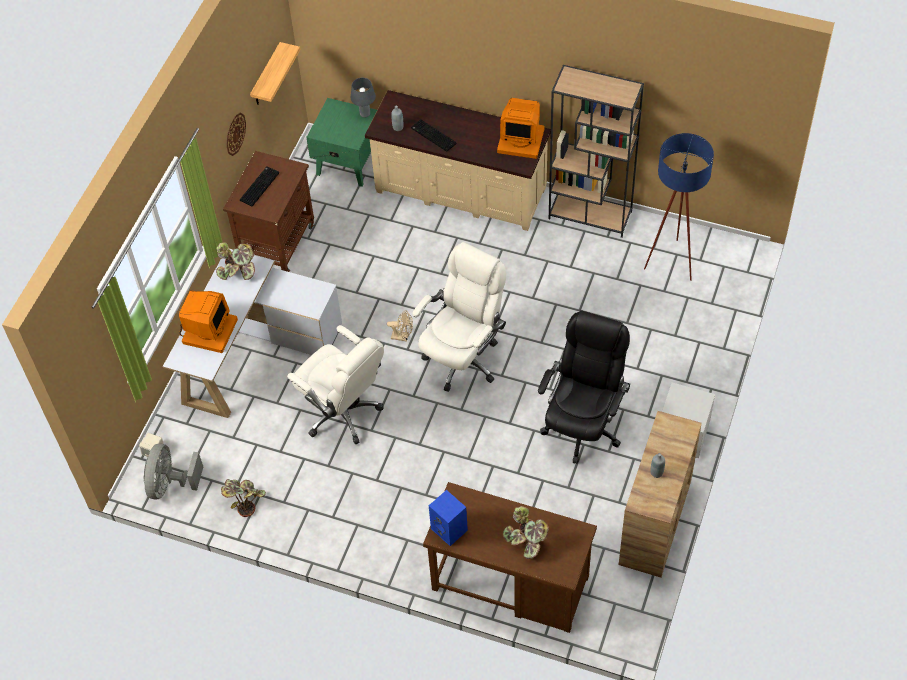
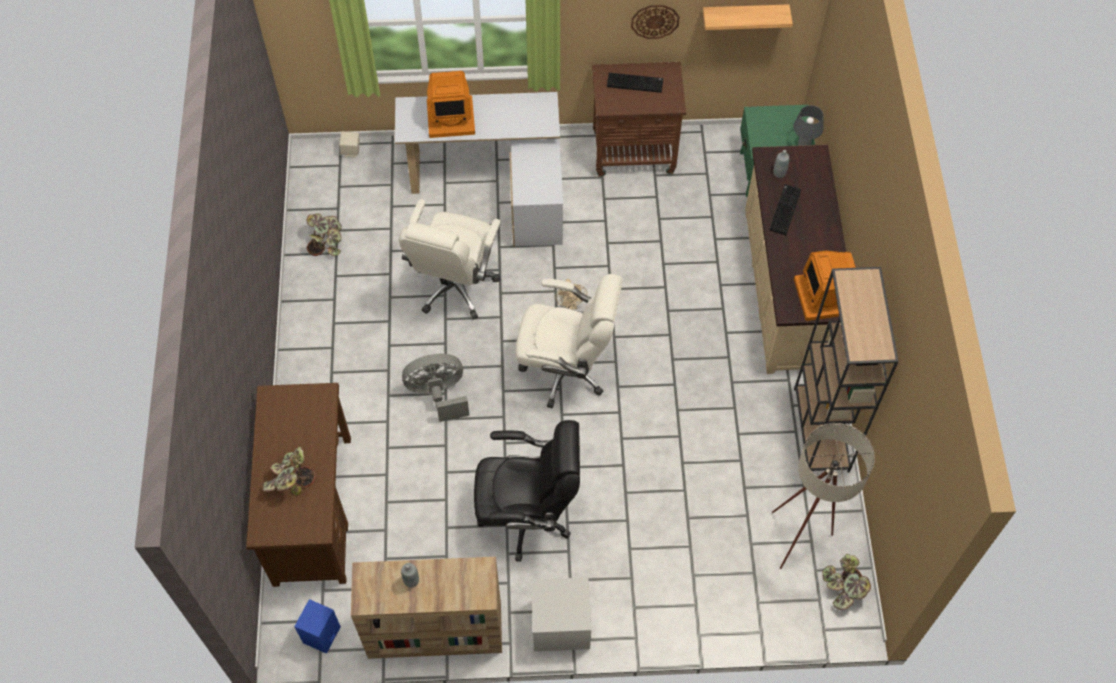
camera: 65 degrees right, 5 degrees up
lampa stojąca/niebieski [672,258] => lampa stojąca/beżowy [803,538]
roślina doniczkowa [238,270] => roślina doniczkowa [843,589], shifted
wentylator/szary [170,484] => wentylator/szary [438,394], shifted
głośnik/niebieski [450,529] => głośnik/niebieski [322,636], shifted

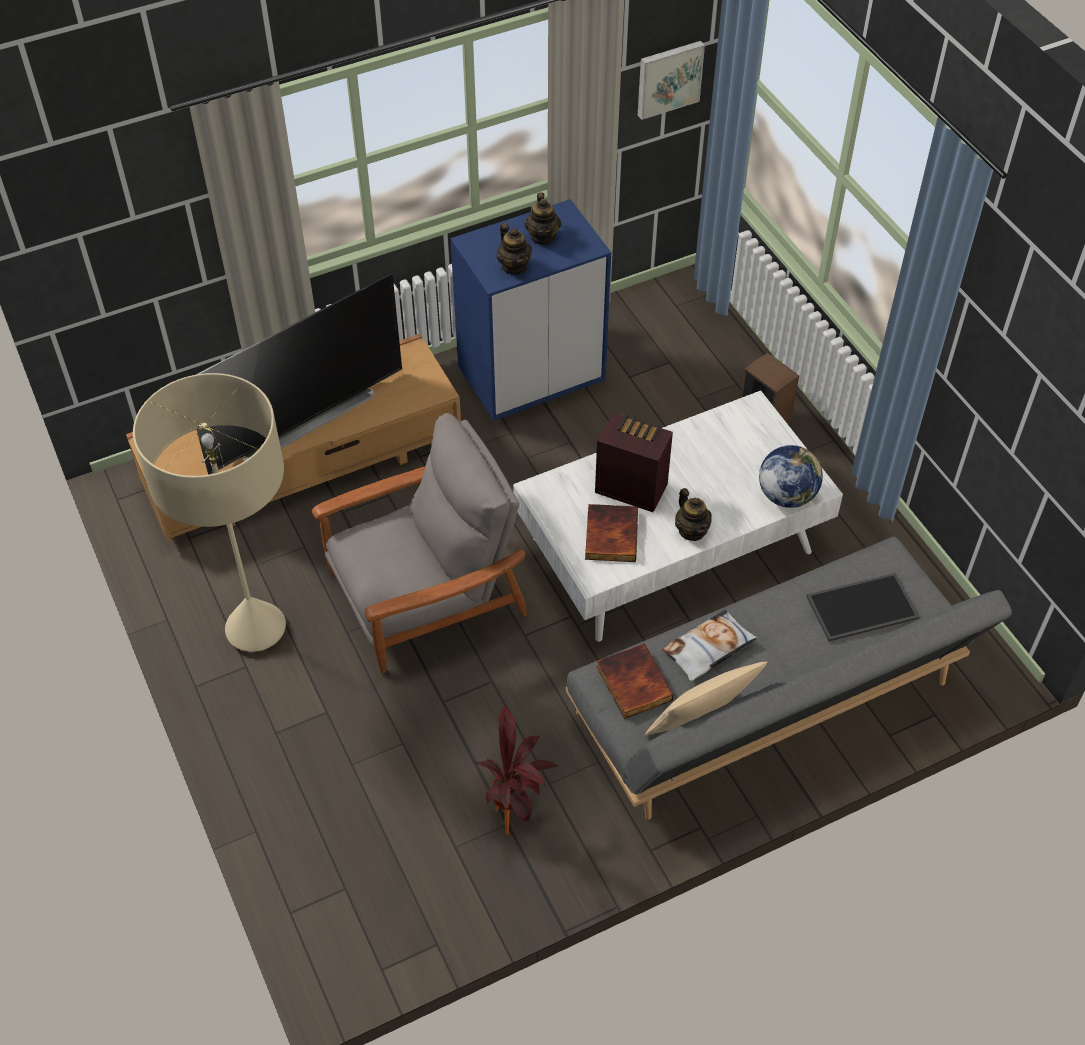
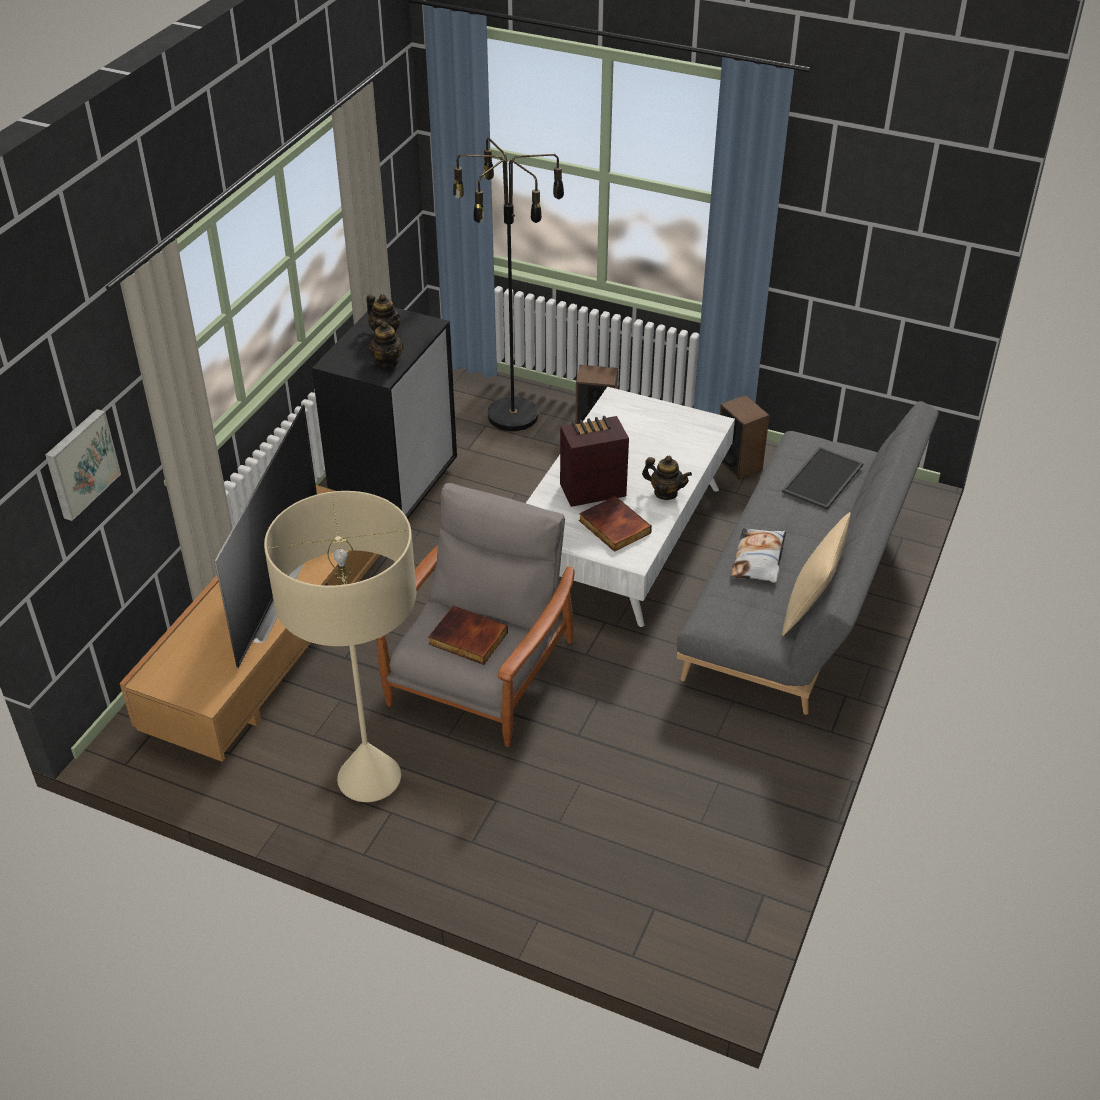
camera: 40 degrees left, 10 degrees down
obraz [668,78] => obraz [80,463], shifted
szafka/niebieski [532,380] => szafka/czarny [395,488]
imbryk [514,266] => imbryk [387,362], 45 degrees clockwise
globus [786,495] => nothing
książka [632,683] => książka [467,639], shifted
roślina doniczkowa [516,813] => nothing
nothing => lampa stojąca [511,416]
nothing => głośnik [739,464]

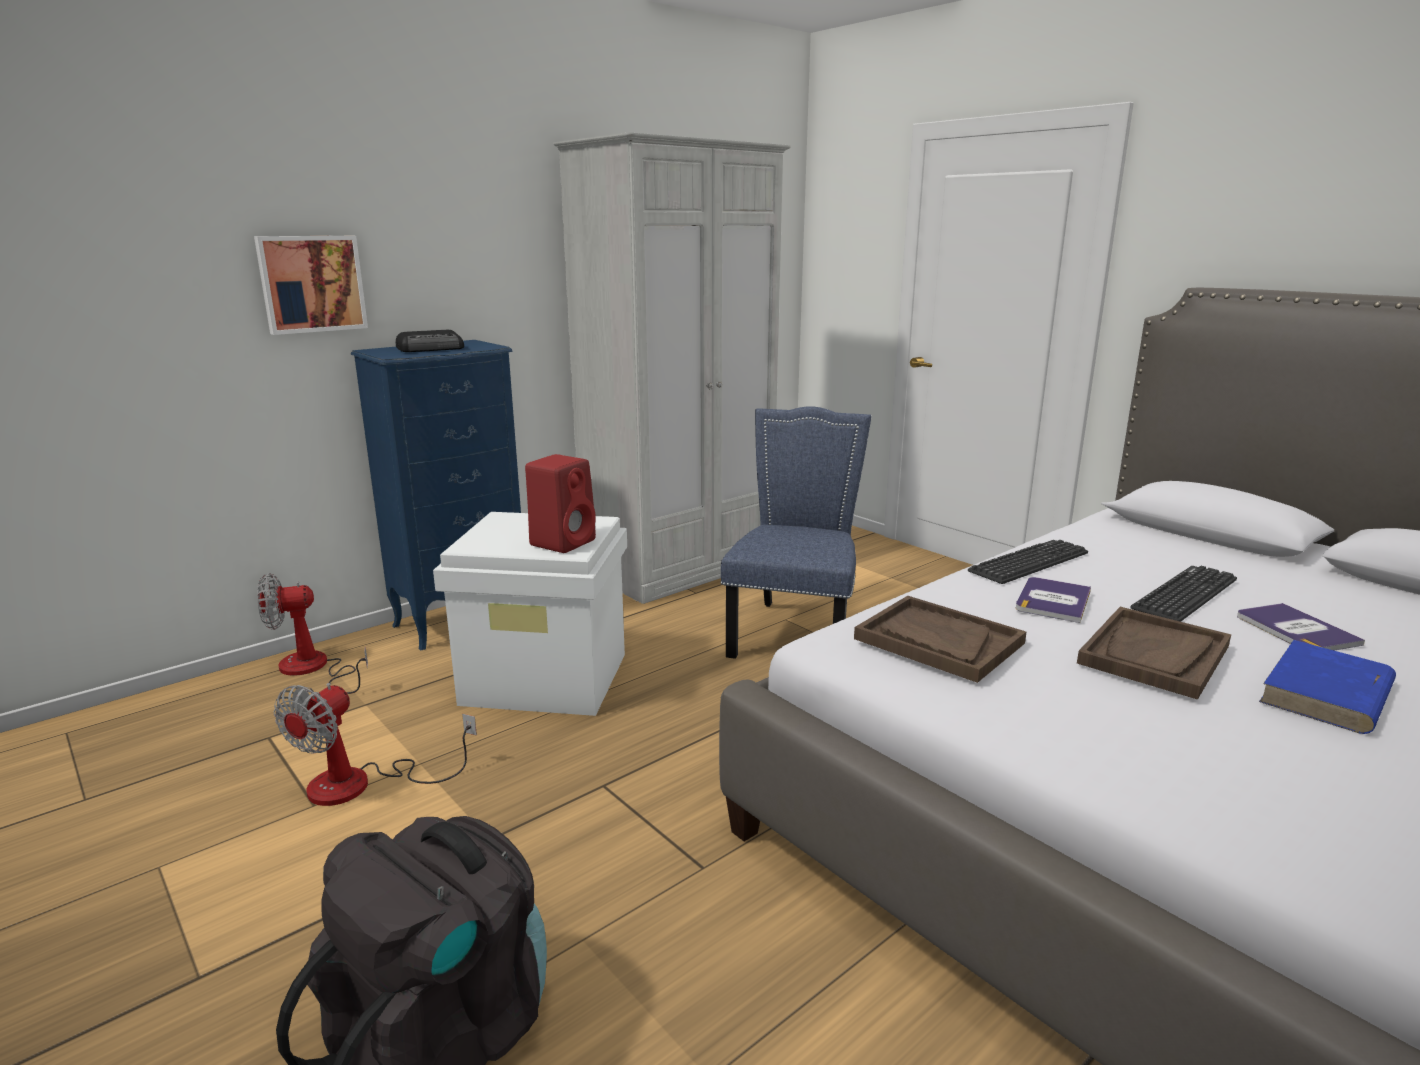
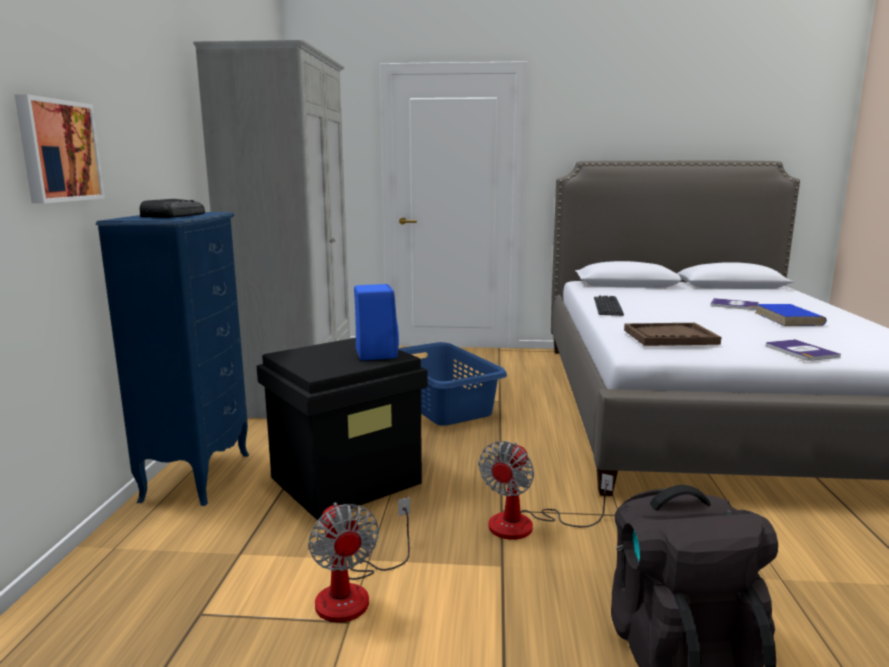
camera: 45 degrees left, 5 degrees down
krzesło/niebieski [794,636] => kosz na pranie/niebieski [443,405]
głośnik/czerwony [563,542] => głośnik/niebieski [375,354]
pojemnik do przechowywania/biały [547,678] => pojemnik do przechowywania/czarny [346,479]
klawiatura [1185,594] => nothing
wentylator [313,669] => wentylator [527,525], shifted
książka [1053,600] => książka [800,351], shifted
taca/brązowy [1154,655] => nothing

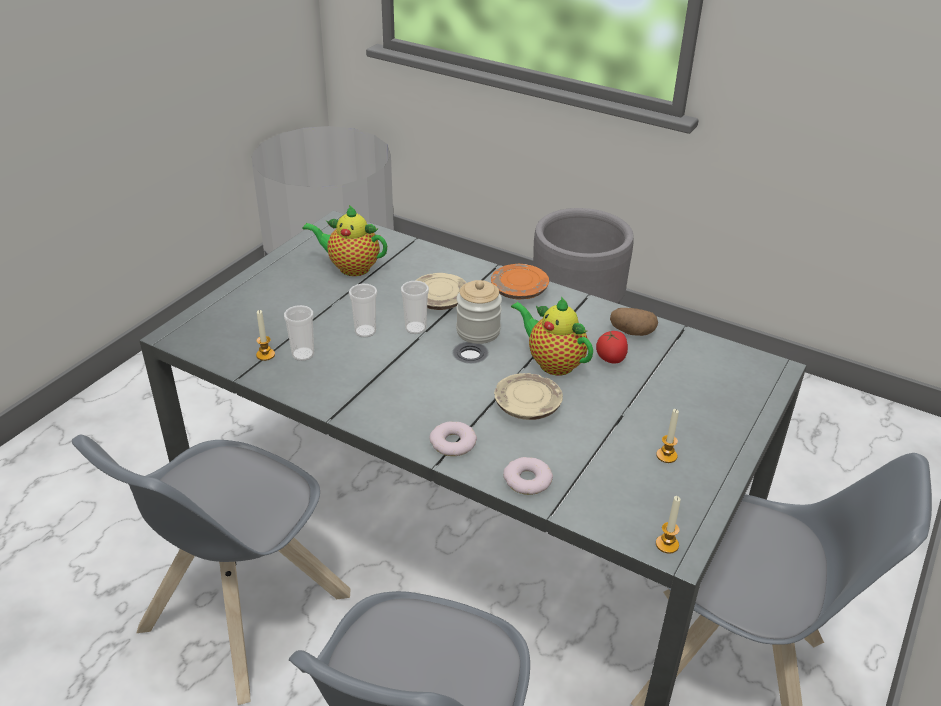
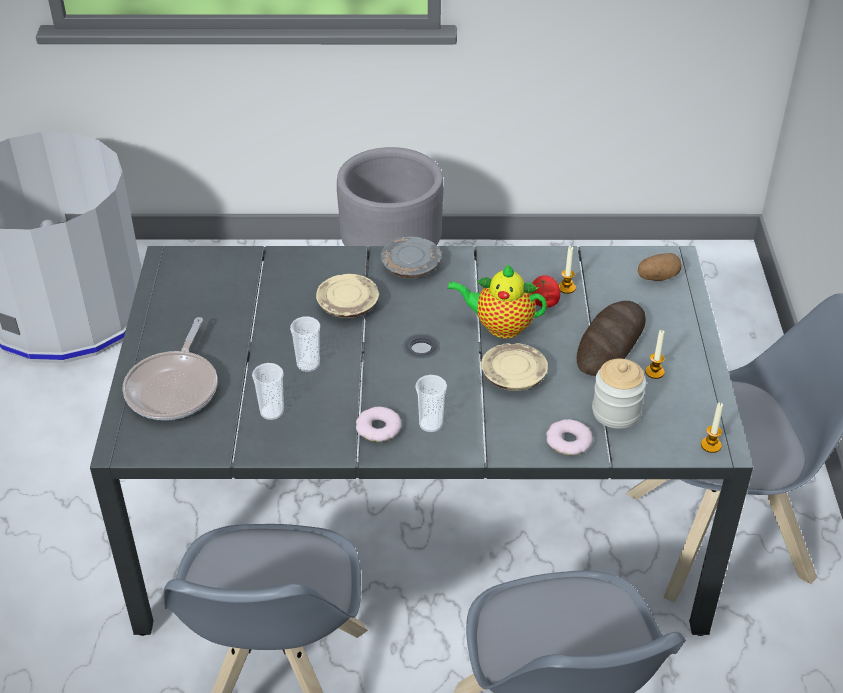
camera: 30 degrees left, 5 degrees up
imbryk [351,267] => nothing
talerz/pomarańczowy [519,291] => talerz/szary [411,266]
słoik [478,331] => słoik [616,412], shifted
filiżanka [415,328] => filiżanka [431,424], shifted
ziemniak [632,332] => ziemniak [658,277], shifted
świeca [265,355] => świeca [566,288], shifted
donut [452,443] => donut [378,428], shifted
nothing => chleb [610,343]
nothing => patelnia [174,387]

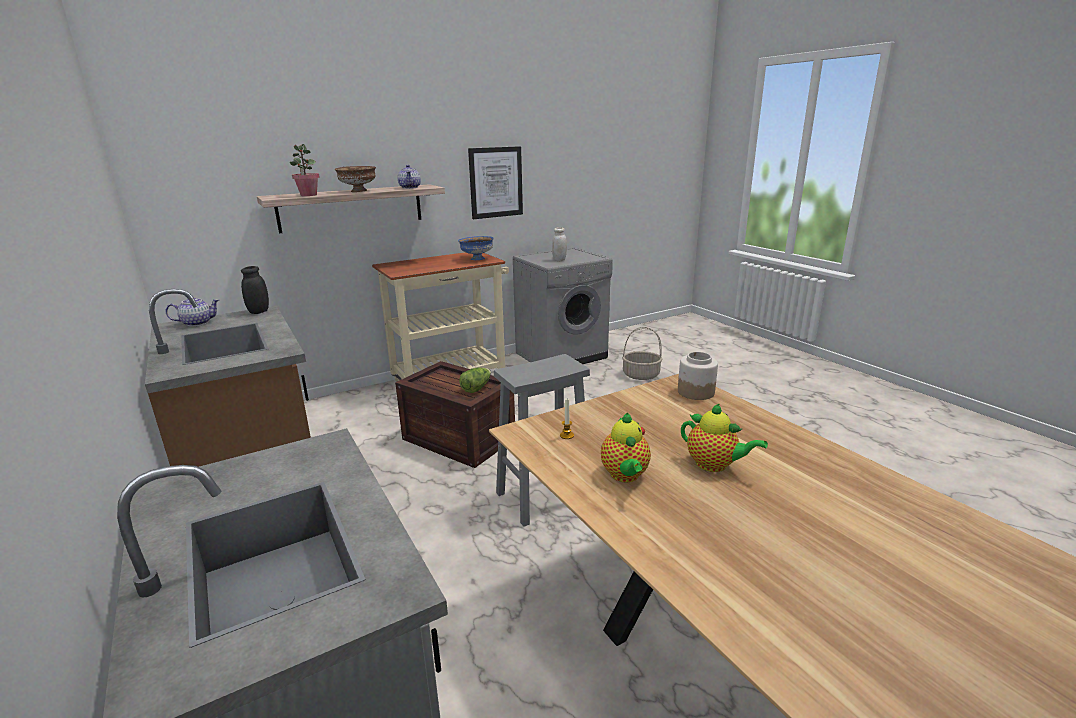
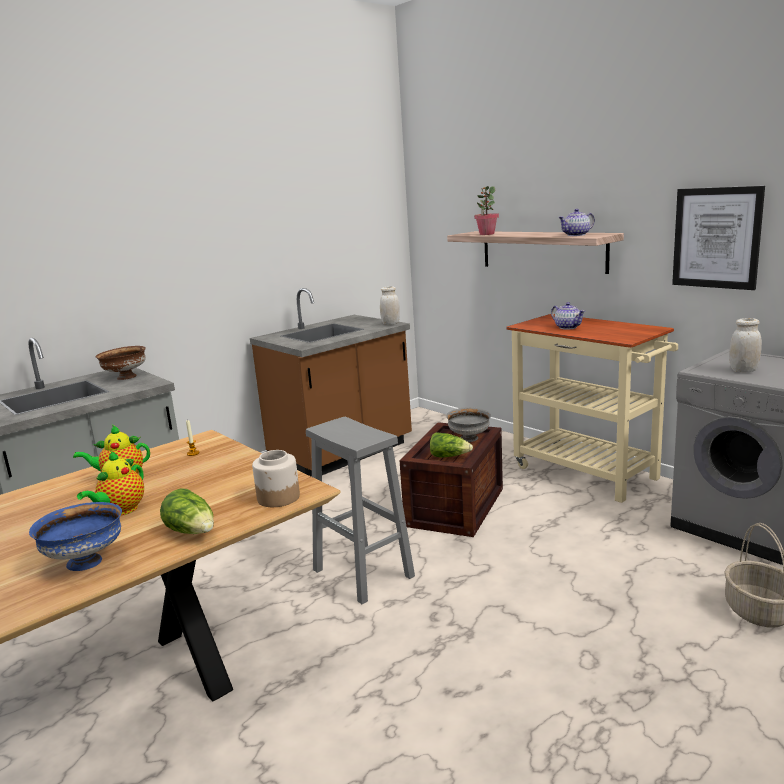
camera: 80 degrees right, 5 degrees down
miska/brązowy [359,191] => miska/brązowy [125,377], shifted
miska/niebieski [477,259] => miska/niebieski [85,562], shifted
słoik/czarny [259,311] => słoik/biały [390,323]
imbryk [197,323] => imbryk [567,327], shifted
nothing => miska/szary [469,439]
nothing => sałata [193,532]

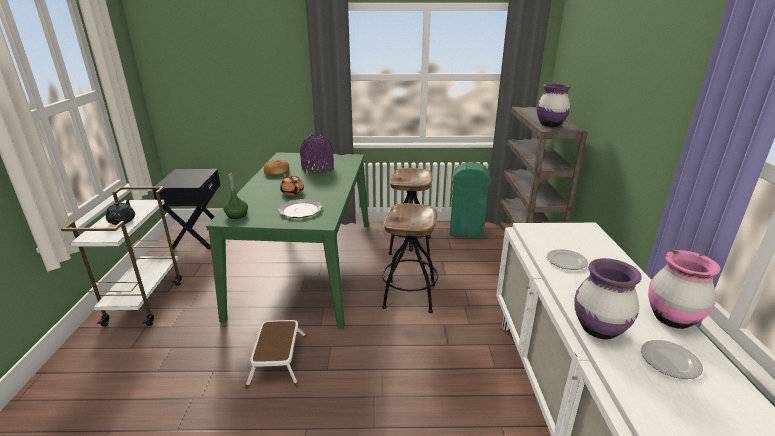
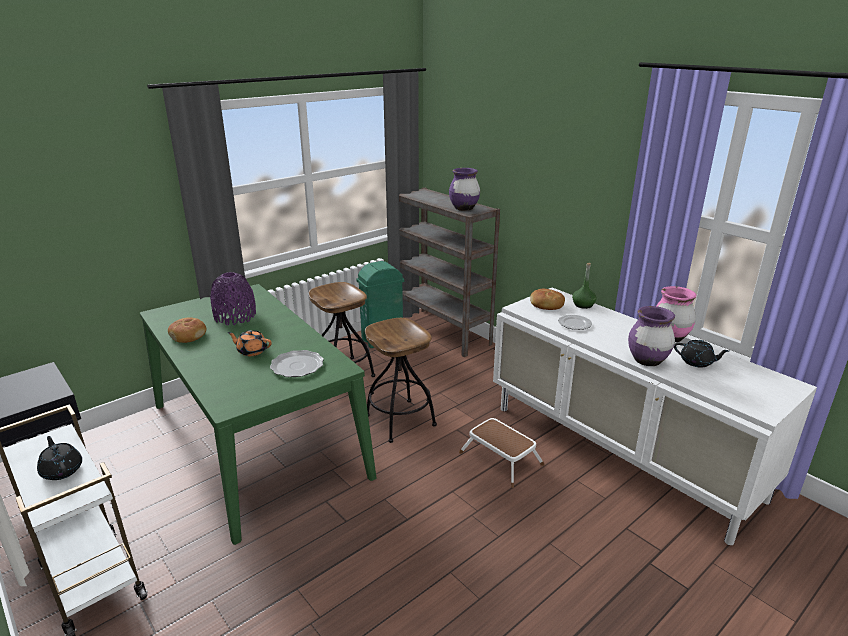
camera: 40 degrees left, 0 degrees up
butelka/zielony [237,215] => butelka/zielony [583,305], shifted
drabinka/brązowy [278,360] => drabinka/brązowy [501,458], shifted
talerz [670,361] => imbryk/czarny [697,362]
nothing => chleb [546,305]

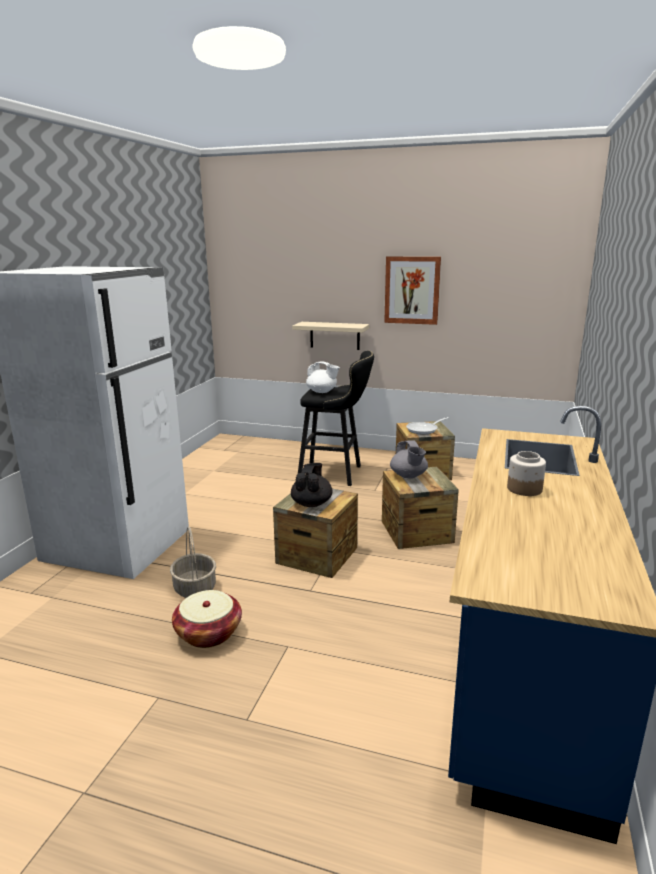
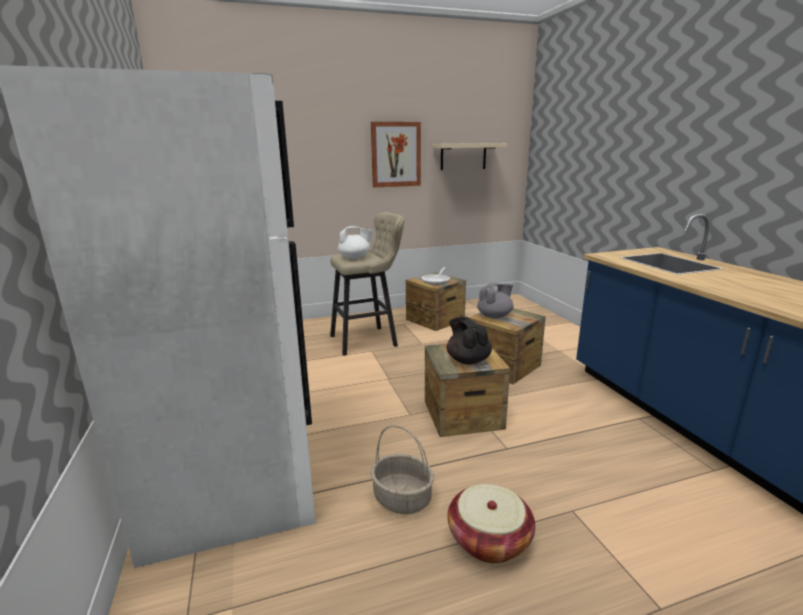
camera: 35 degrees left, 0 degrees up
półka/beżowy [334,335] => półka/beżowy [463,156], shifted
stołek/czarny [338,474] => stołek/beżowy [371,339]
imbryk/szary [408,476] => imbryk/szary [495,316], 75 degrees counterclockwise
słoik [524,489] => nothing

